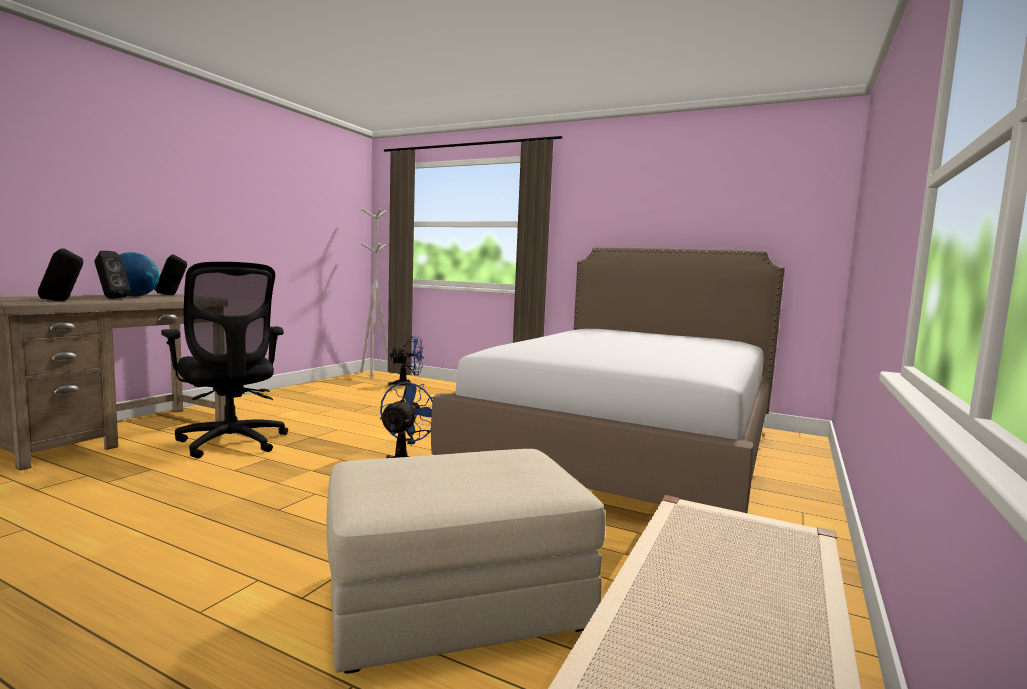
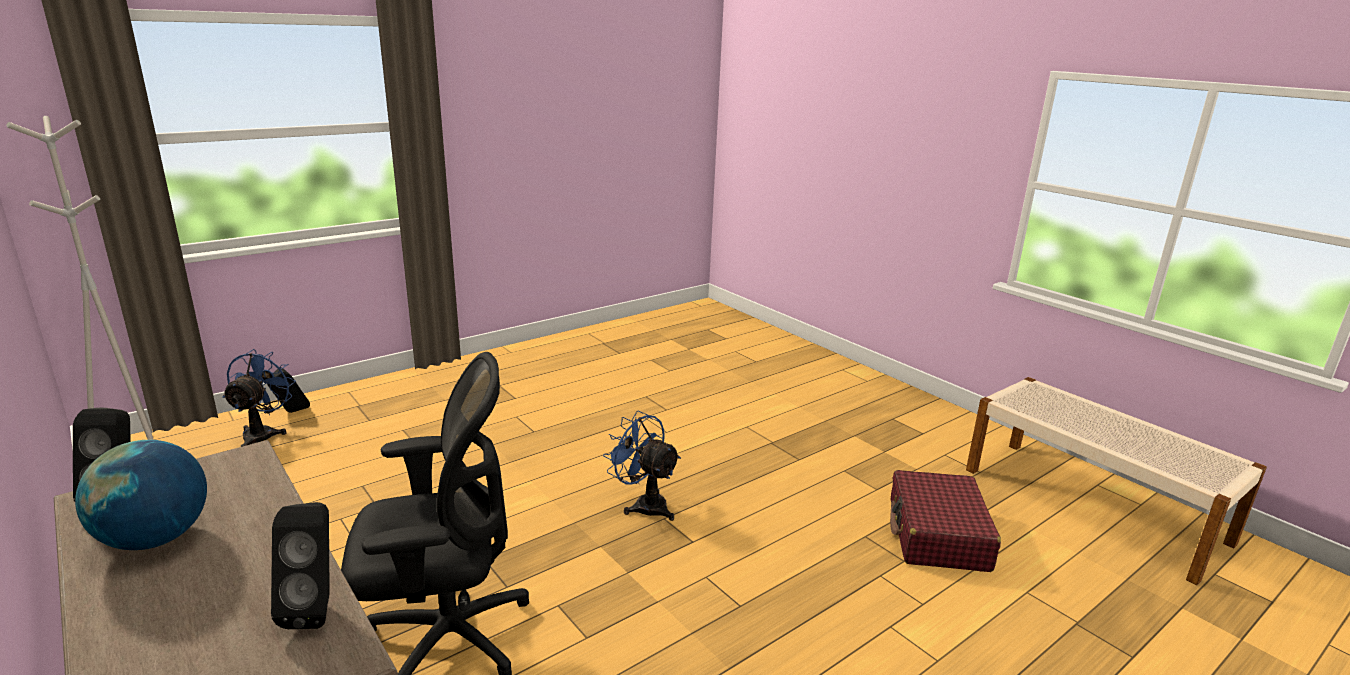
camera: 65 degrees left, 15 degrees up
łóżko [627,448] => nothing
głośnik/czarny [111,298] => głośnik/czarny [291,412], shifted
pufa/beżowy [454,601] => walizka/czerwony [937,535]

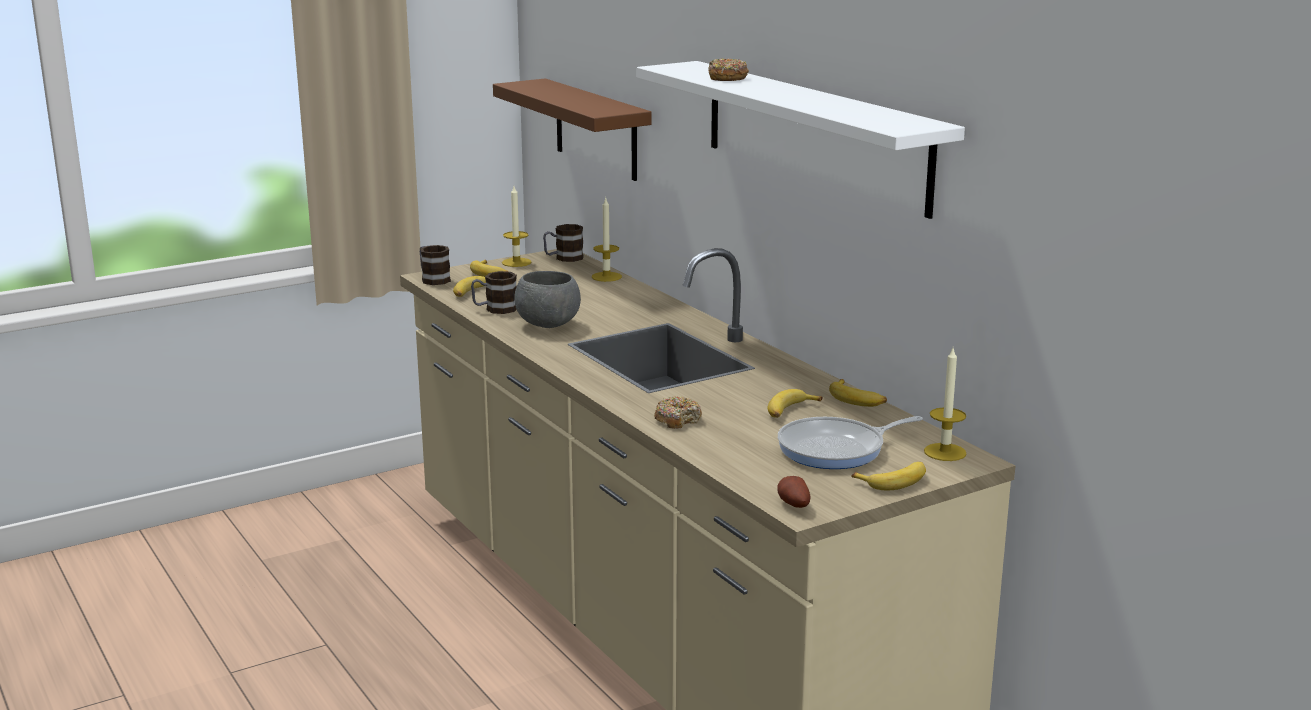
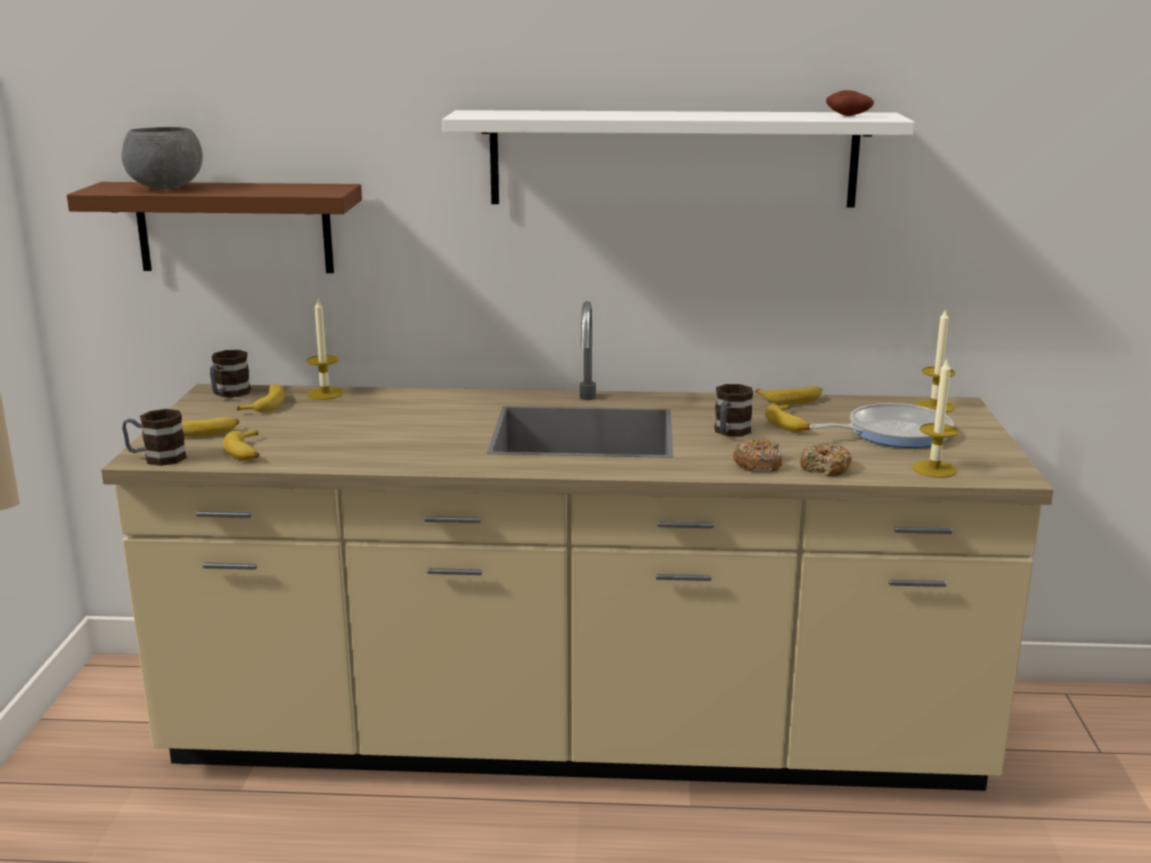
camera: 55 degrees left, 0 degrees up
donut [727,78] => donut [825,468], shifted
świeca [516,262] => świeca [934,469], shifted
kubek [495,309] => kubek [730,432], shifted
miska/szary [547,325] => miska/szary [166,188], shifted
patelnia [836,449] => patelnia [893,433], 120 degrees counterclockwise
banan [894,481] => banan [265,404], shifted
ziemniak [792,505] => ziemniak [848,116], shifted

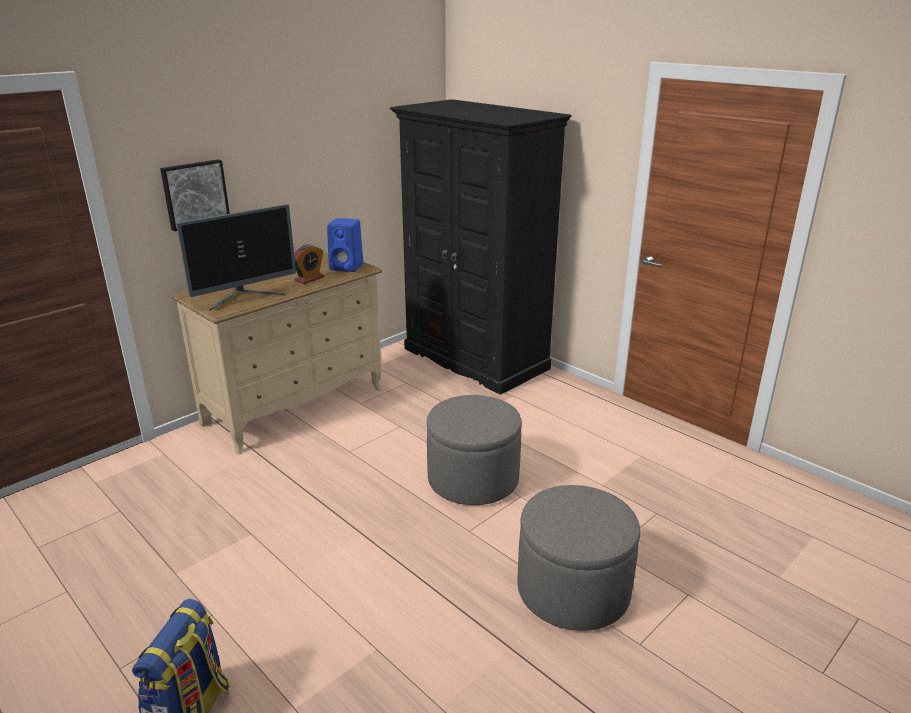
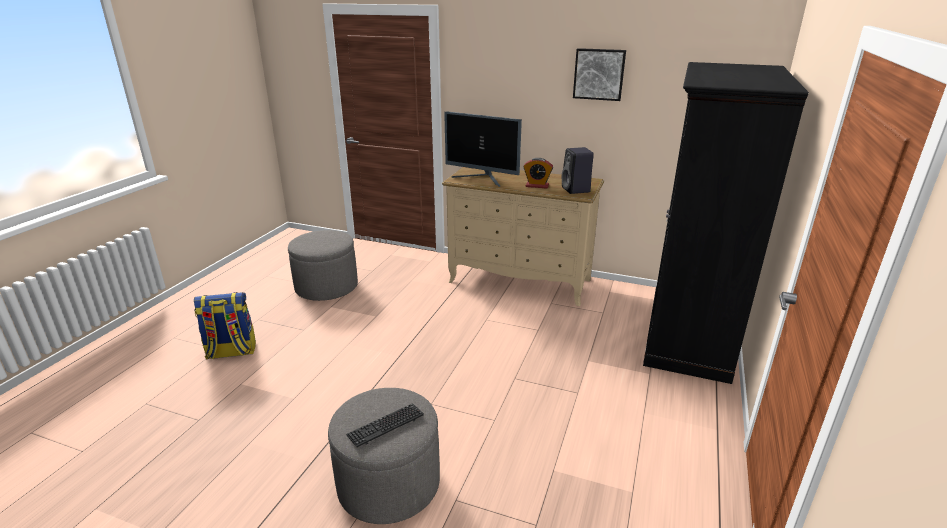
camera: 65 degrees right, 0 degrees up
obraz [195,194] => obraz [599,74], shifted
głośnik/niebieski [347,267] => głośnik/czarny [576,190]
pufa/szary [473,479] => pufa/szary [326,287], shifted
nothing => klawiatura [386,426]

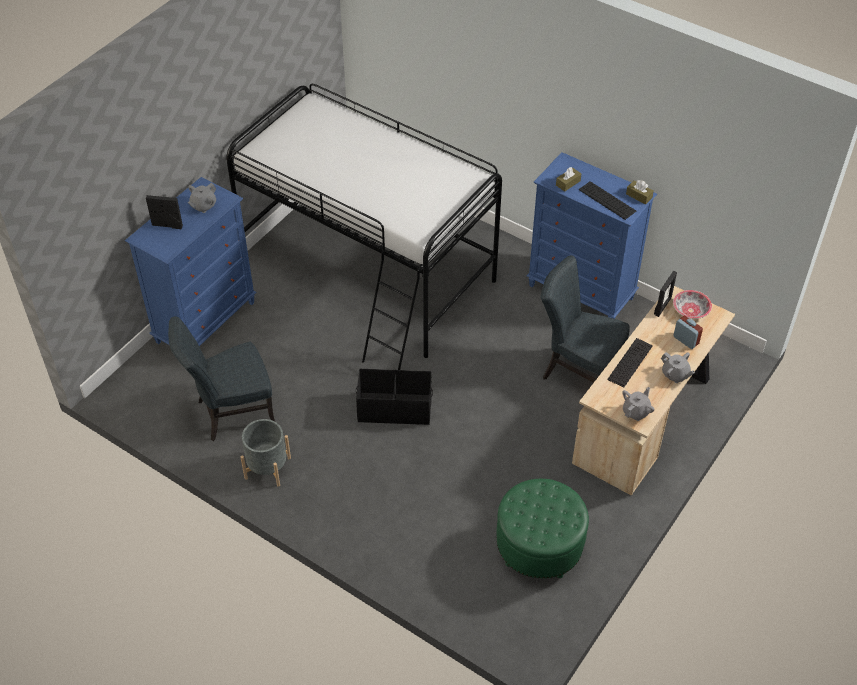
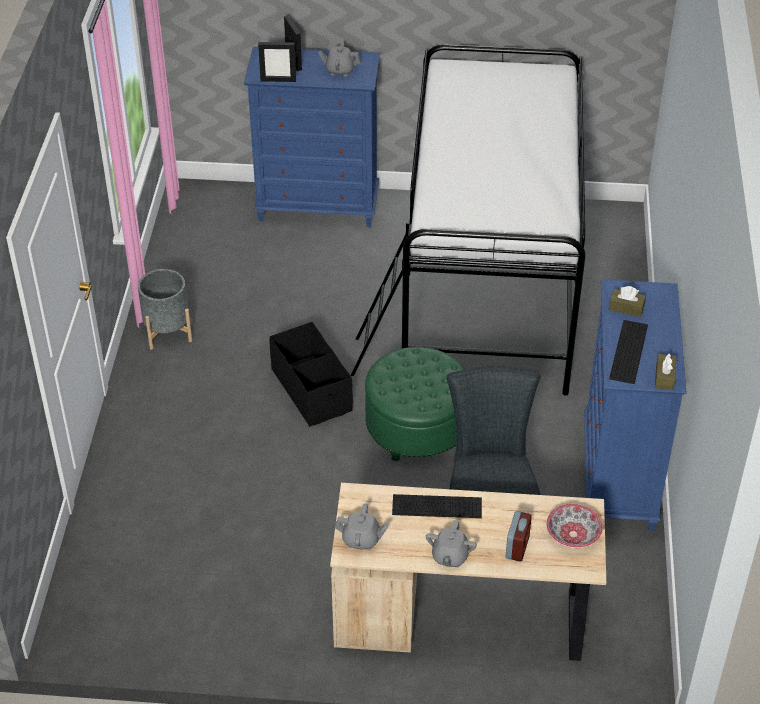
camera: 60 degrees right, 5 degrees down
ramka na zdjęcie [662,306] => ramka na zdjęcie [278,79], shifted
krzesło/szary [231,413] => nothing
pufa/zielony [539,547] => pufa/zielony [416,430], shifted

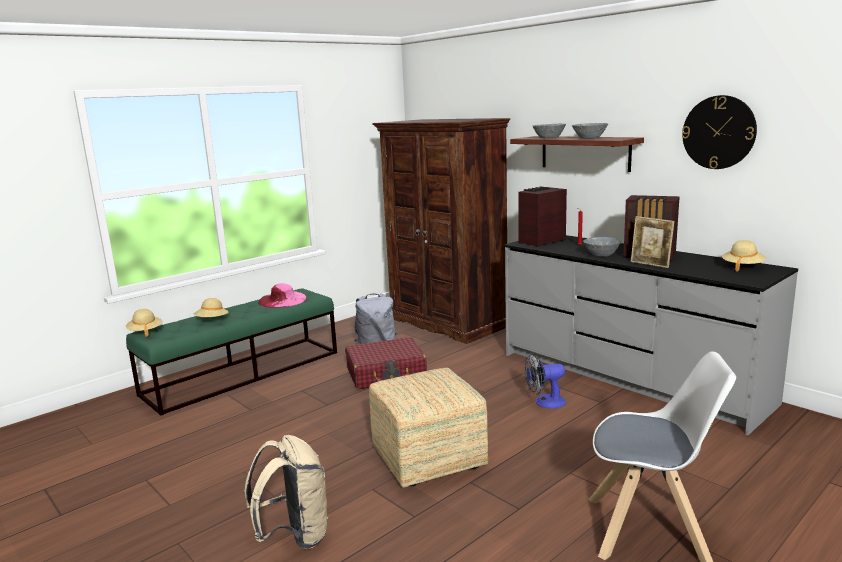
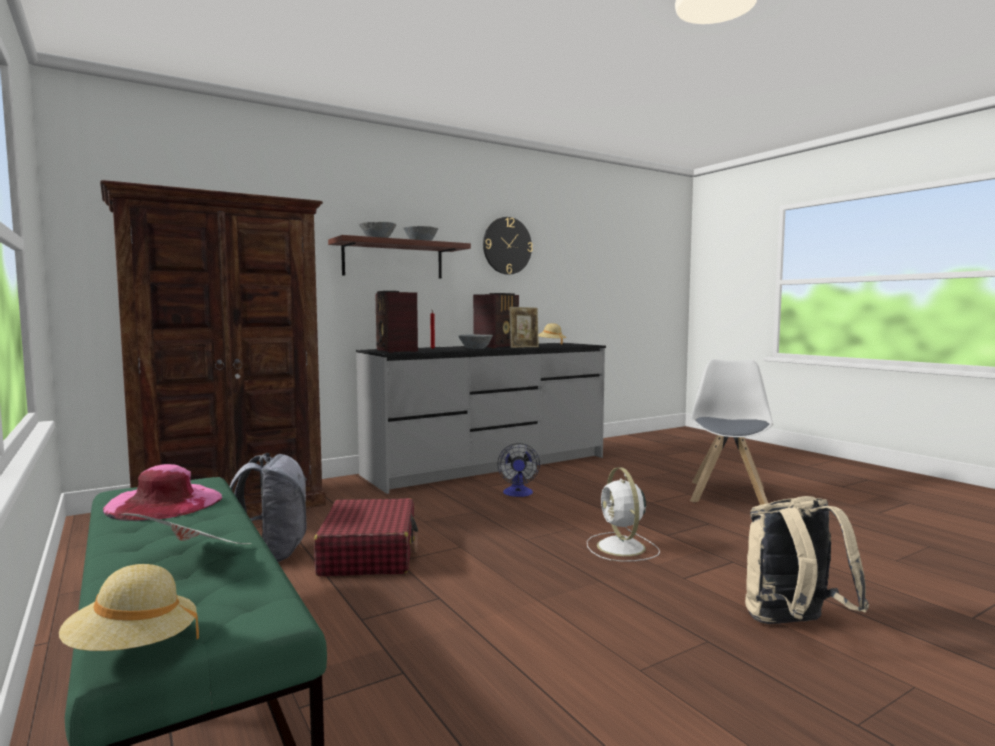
camera: 80 degrees left, 10 degrees down
kapelusz/beżowy [212,320] => gazeta [191,560]
pufa [427,459] => wentylator/biały [622,548]

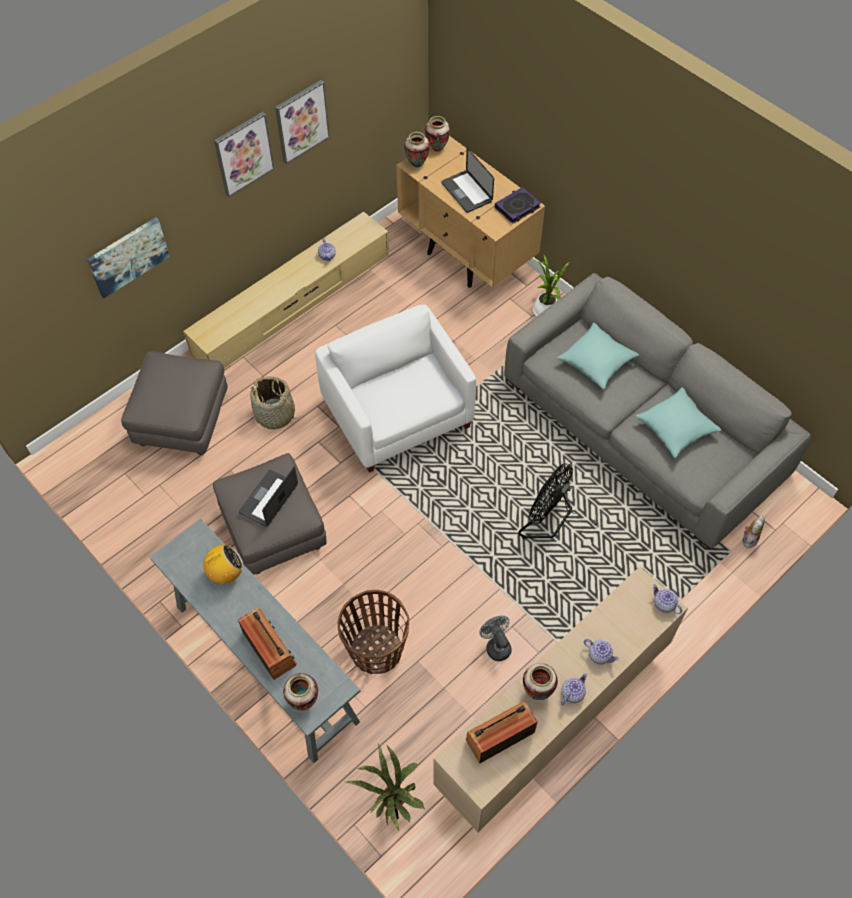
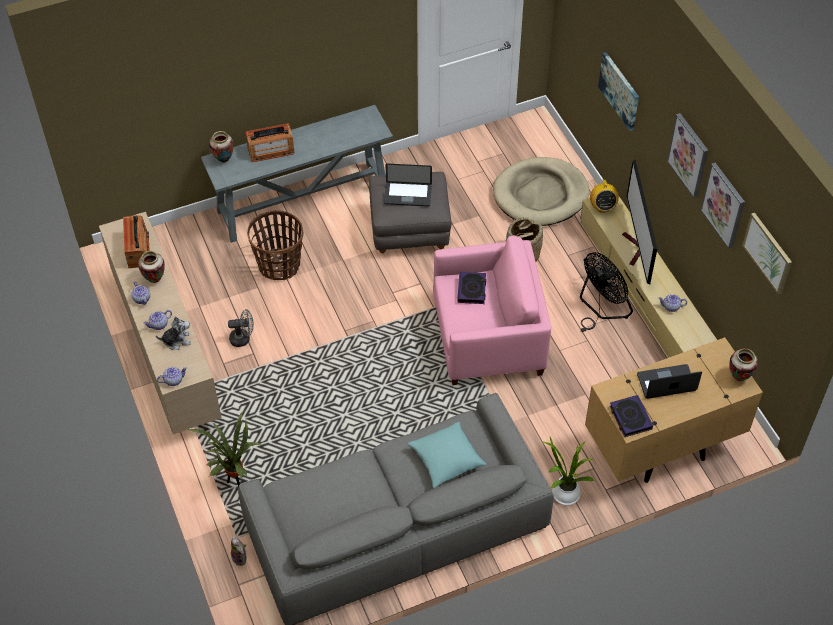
camera: 110 degrees right, 5 degrees down
wazon [417,164] => nothing
fotel/biały [397,414] => fotel/różowy [488,337]
pufa/szary [182,420] => legowisko/beżowy [540,195]
poduszka/turkusowy [676,428] => nothing
wentylator/czarny [554,517] => wentylator/czarny [598,306], shifted
laptop [269,499] => laptop [407,195], 135 degrees clockwise
radio [226,573] => radio [602,207], shifted
roślina doniczkowa [394,808] => roślina doniczkowa [236,482], shifted
nothing => telewizor [636,249]
nothing => obraz [768,252]
nothing => książka [471,290]
nothing => pluszak [176,340]

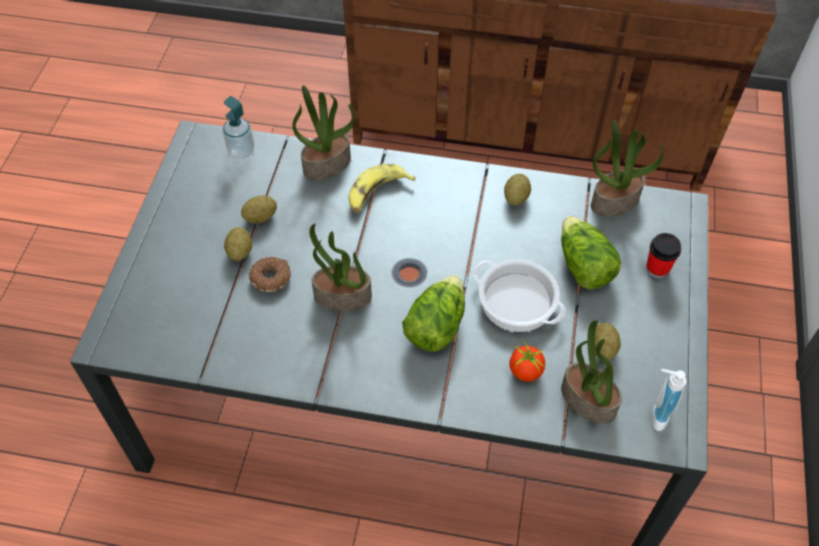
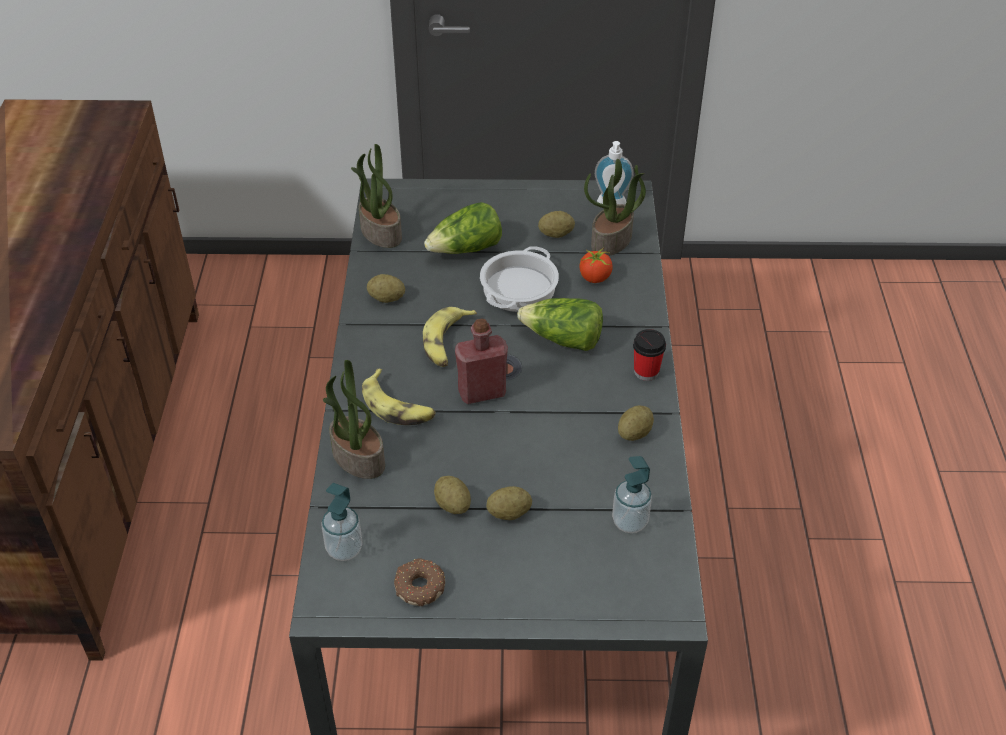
camera: 100 degrees left, 10 degrees down
roślina doniczkowa [342,297] => nothing
filiżanka [657,268] => filiżanka [646,371], shifted
donut [271,278] => donut [419,586], shifted
nothing => banan [447,343]
nothing => butelka/czerwony [482,392]
nothing => ziemniak [634,433]
nothing => dozownik mydła [630,522]

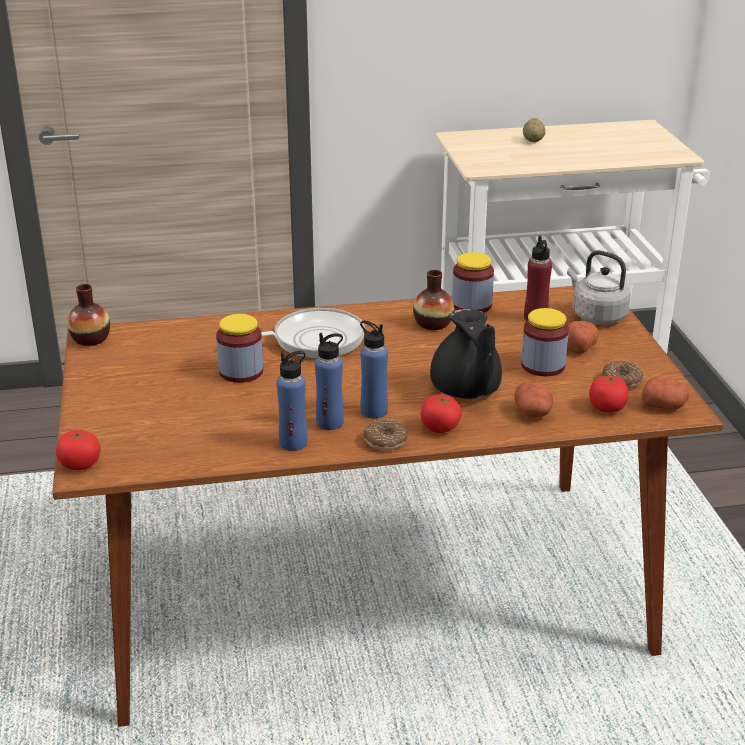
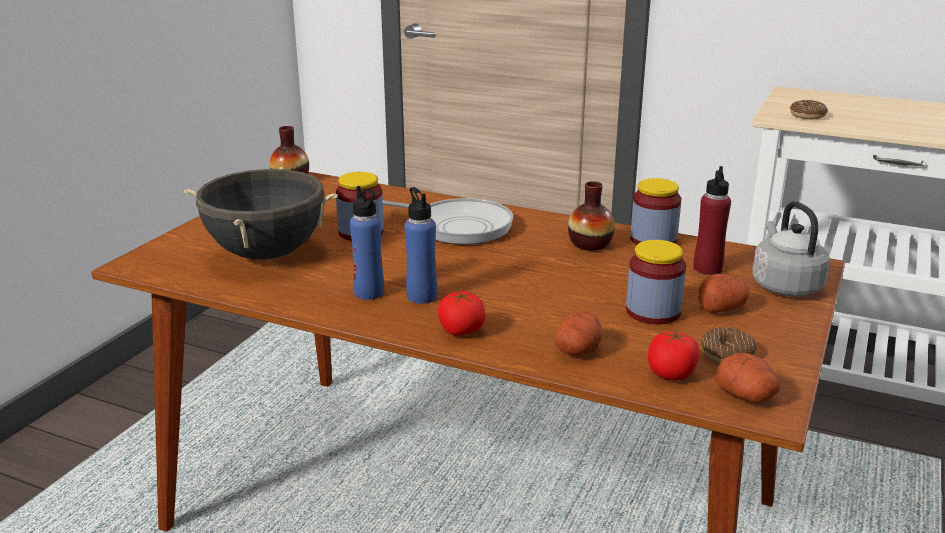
camera: 35 degrees right, 5 degrees down
ziemniak [533,140] => nothing
imbryk/czarny [466,390] => nothing
butelka/niebieski [293,443] => nothing
donut [385,441] => donut [807,115], shifted
pomidor [80,464] => nothing
nothing => garnek/czarny [266,254]

